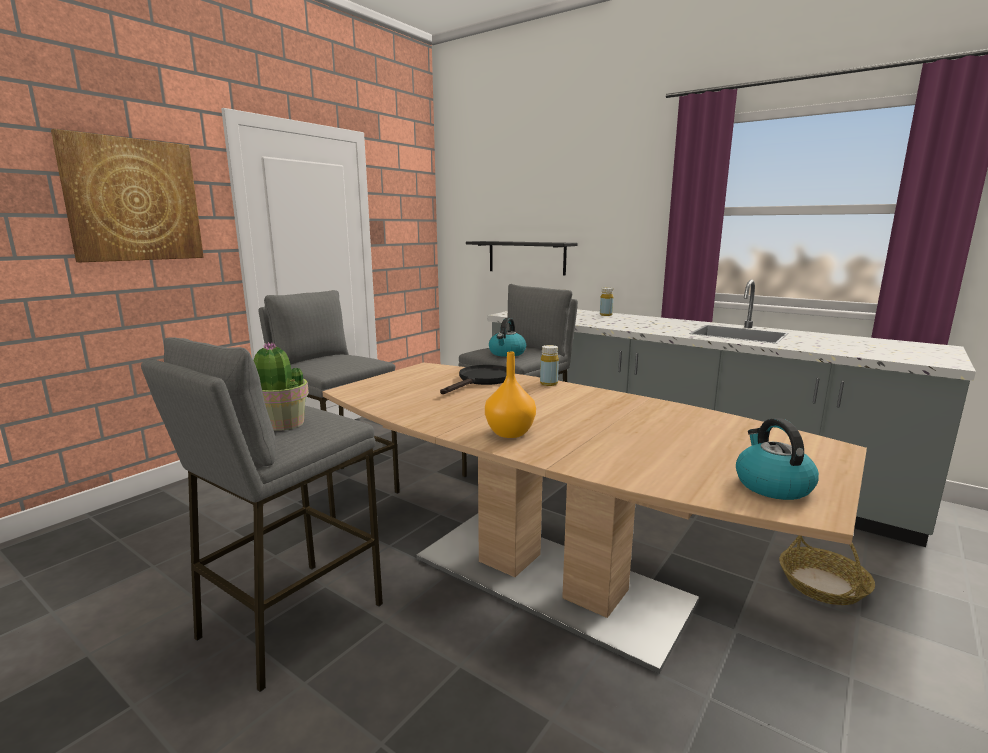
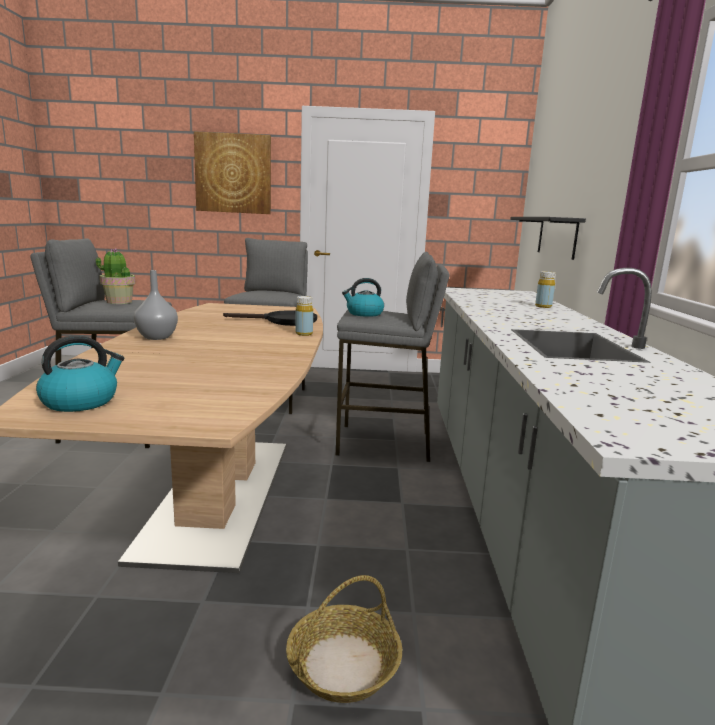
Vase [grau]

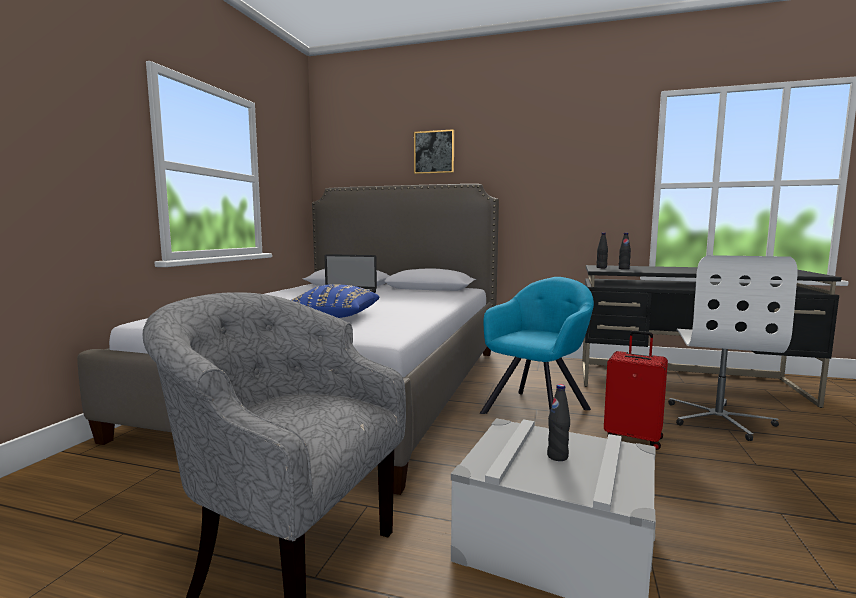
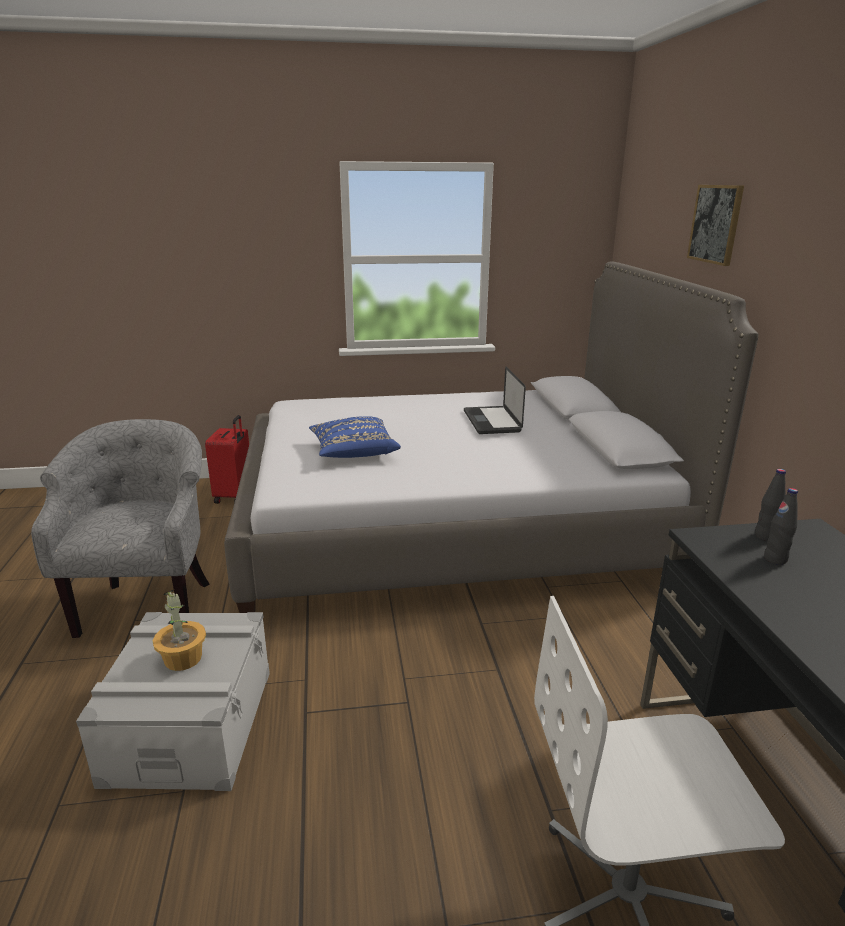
Sessel [türkis]
Topfpflanze
Koffer [rot]

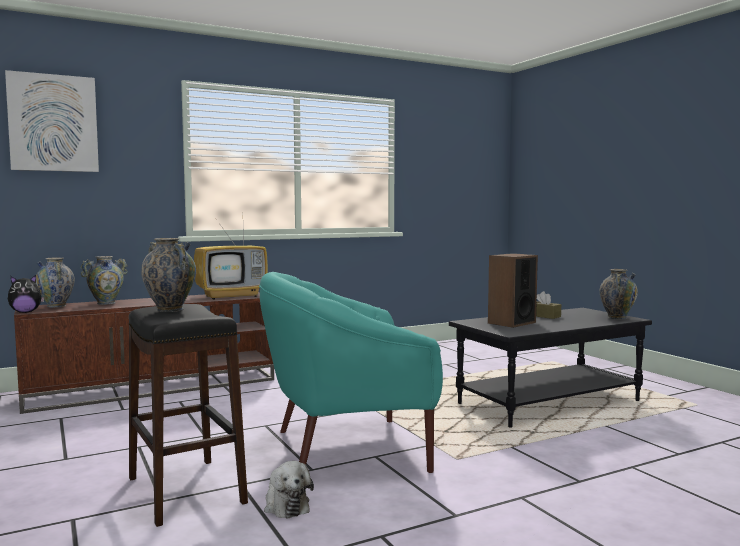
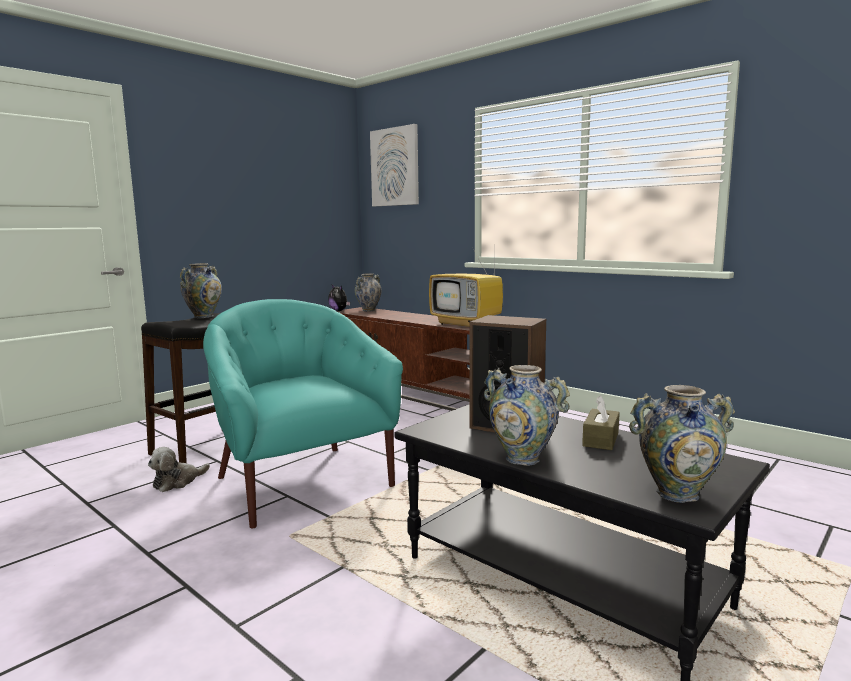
Vase (3rd from left)

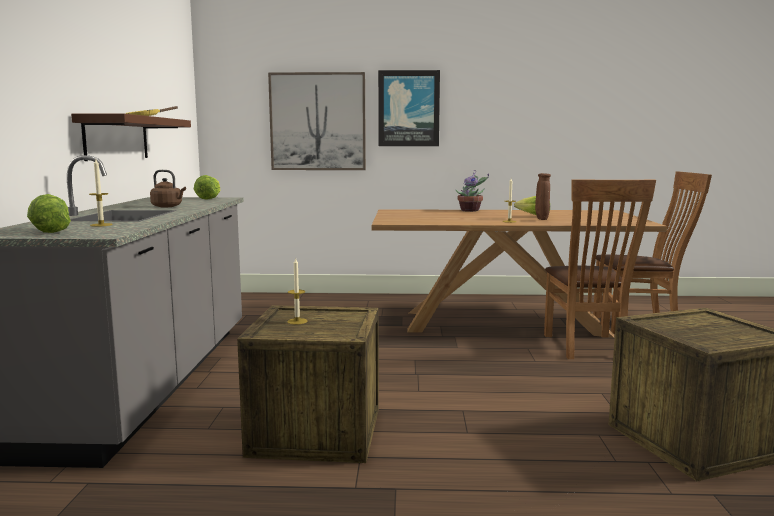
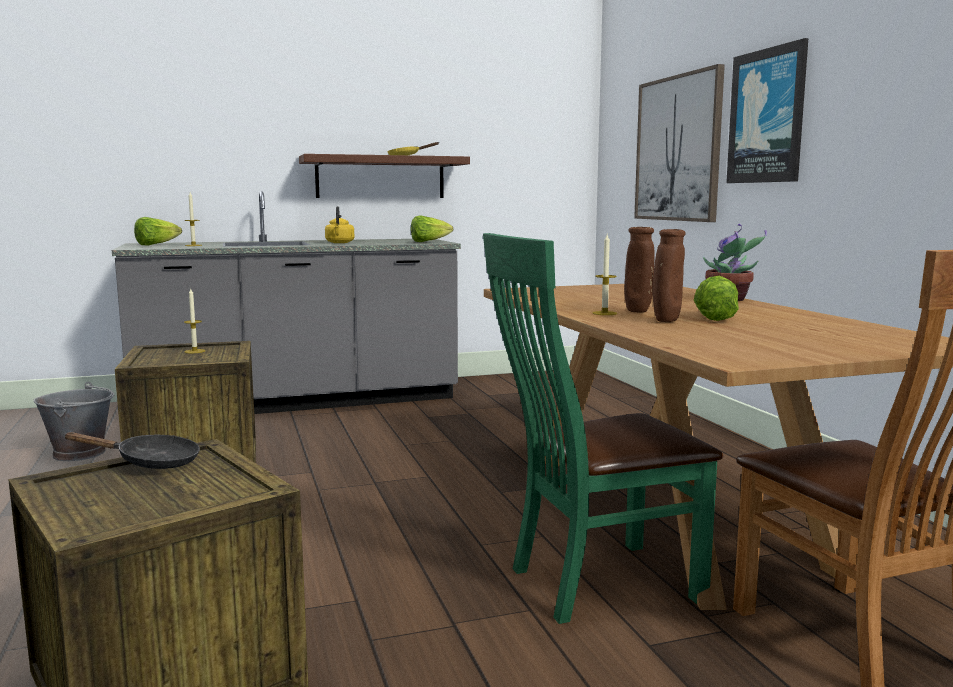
Wasserkessel [gelb]
Stuhl [grün]
Eimer [grau]
Pfanne [schwarz]
Vase [braun] (1st from left)

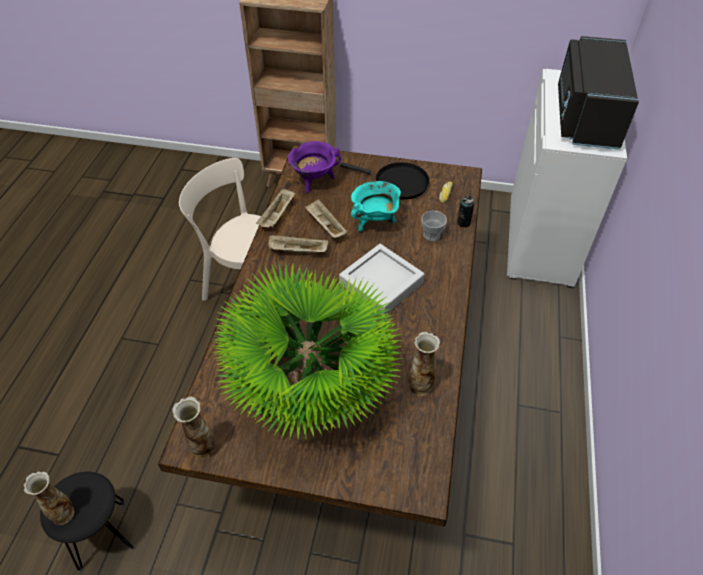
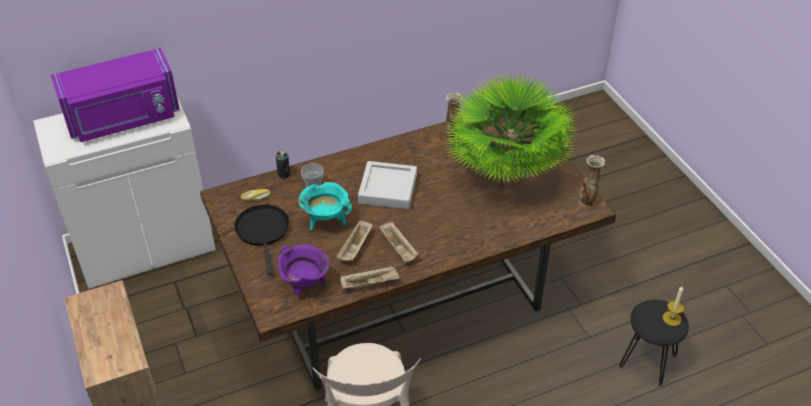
Kerze
Mikrowelle [lila]

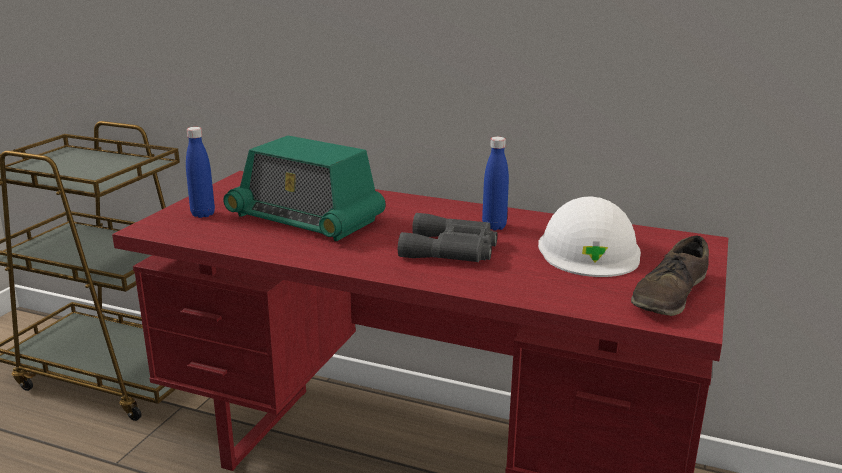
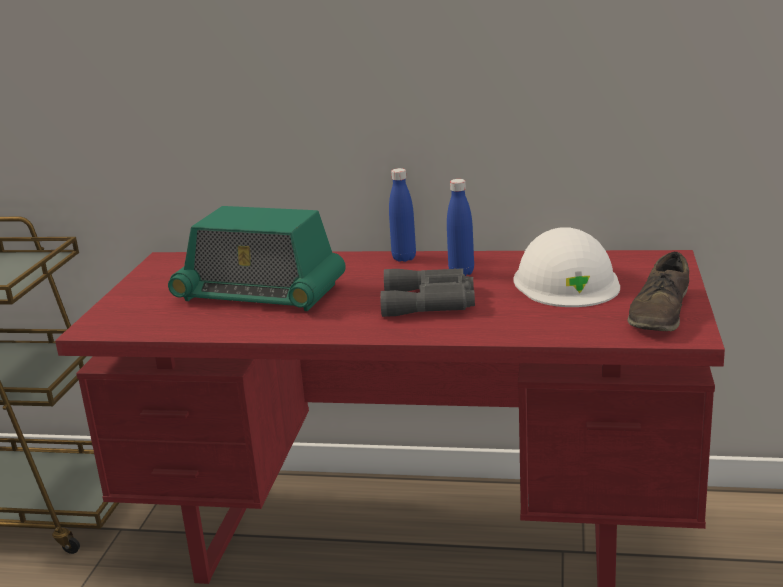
Flasche [blau] (1st from left)

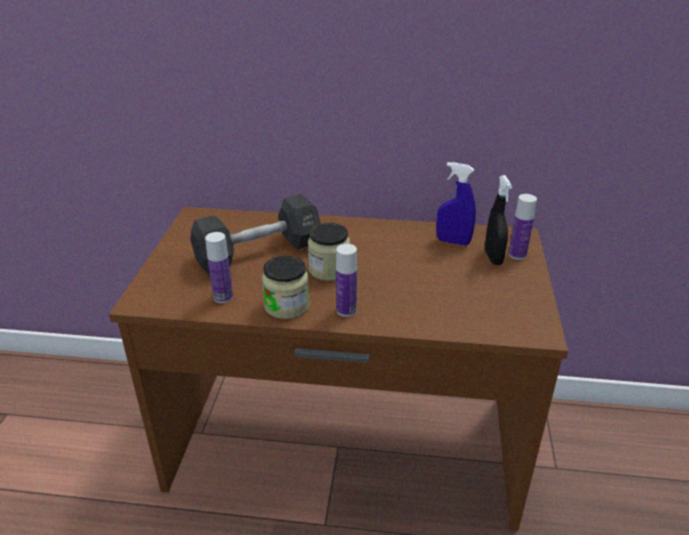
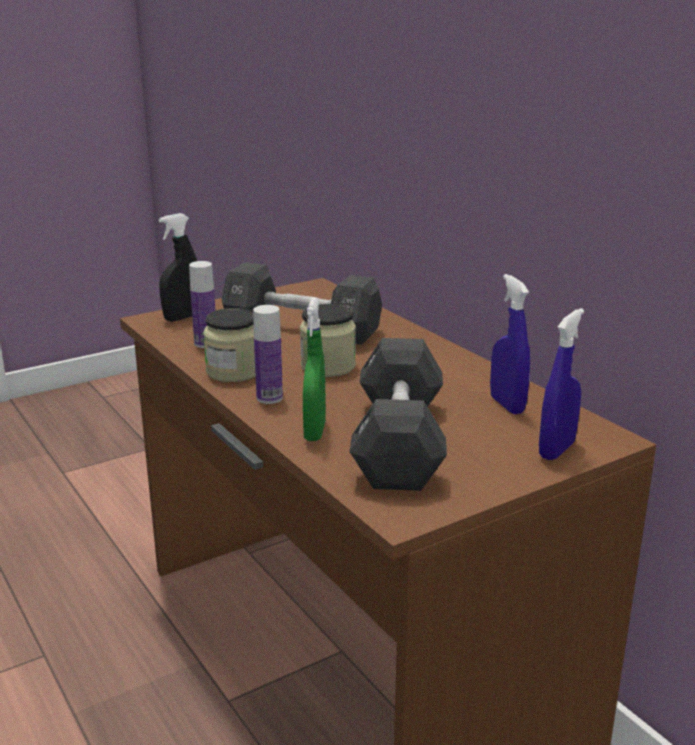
Sprühflasche [schwarz]
Sprühflasche [blau] (2nd from left)
Sprühflasche [grün]
Hantel [schwarz] (2nd from left)

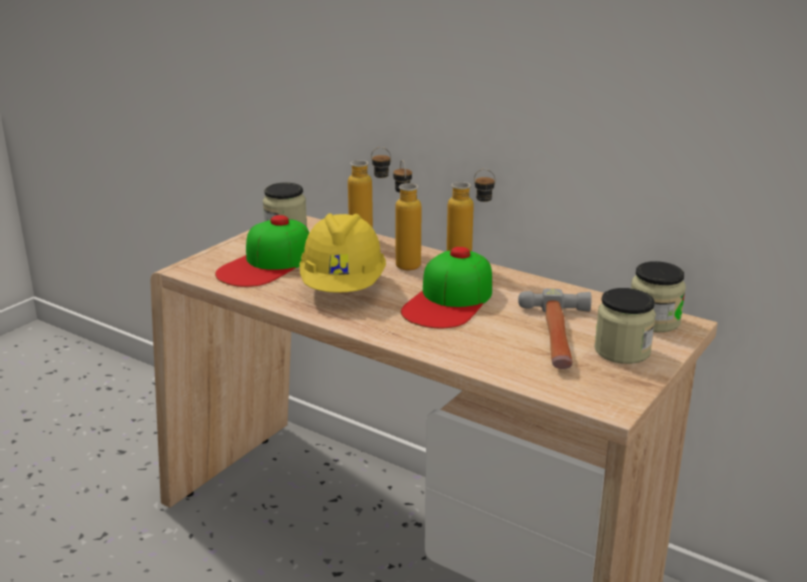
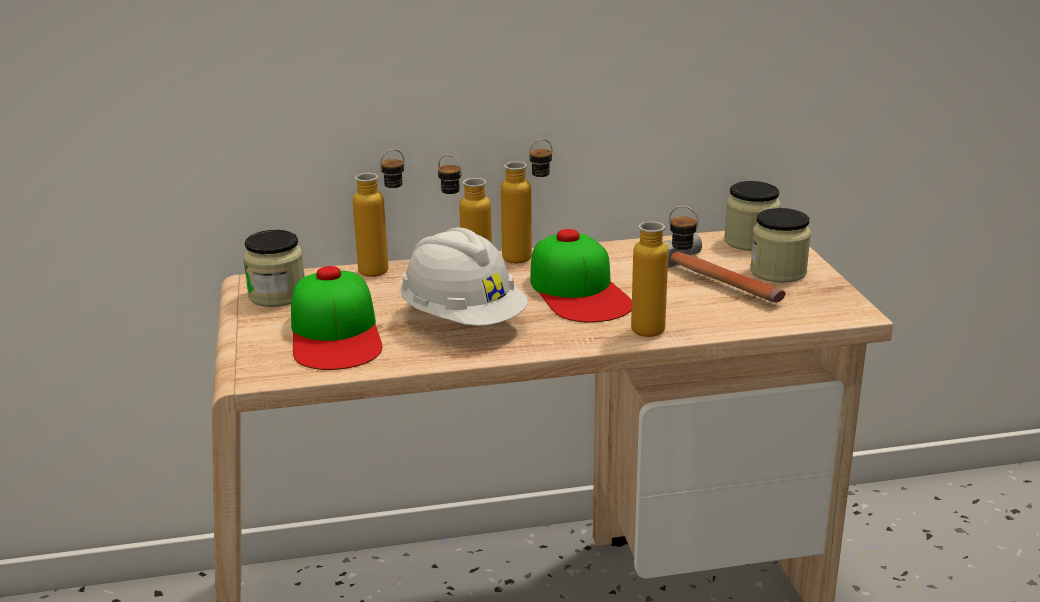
Schutzhelm [weiß]
Flasche (4th from left)

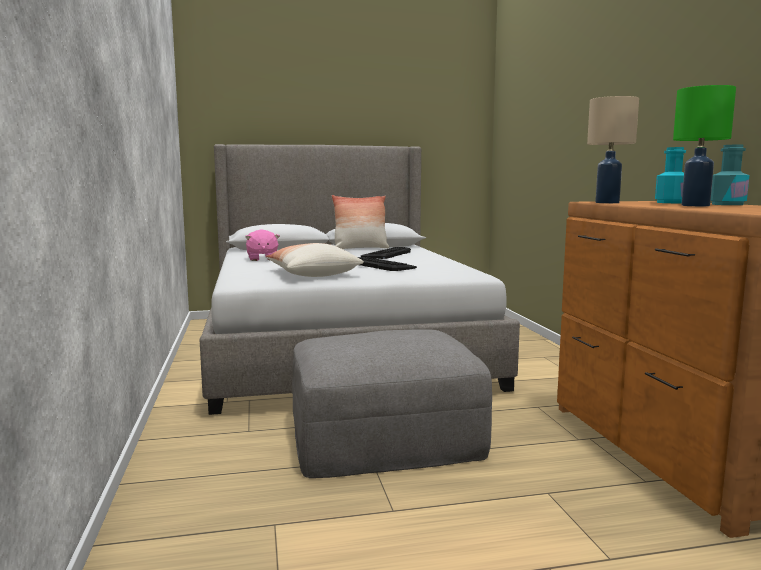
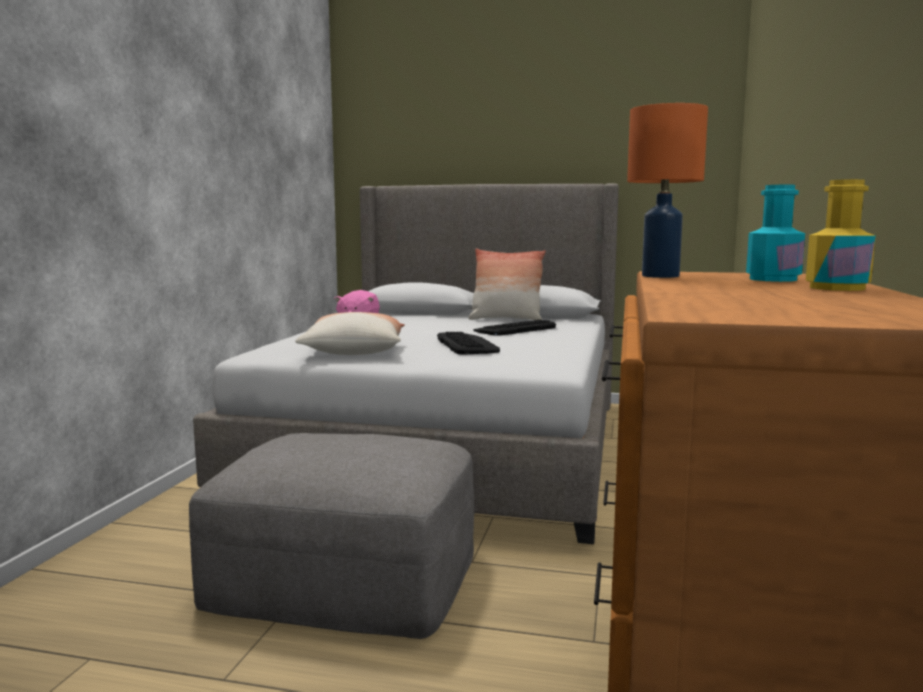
Tischlampe [orange]
Tischlampe [grün]
Flasche [gelb]

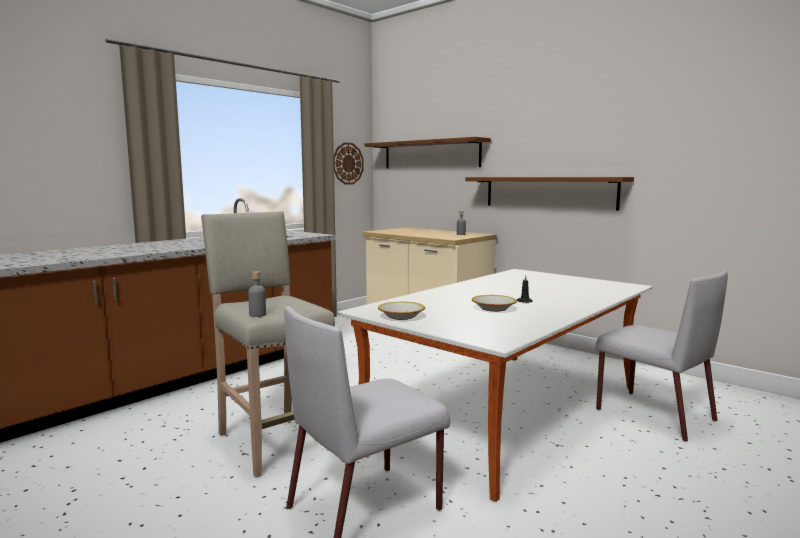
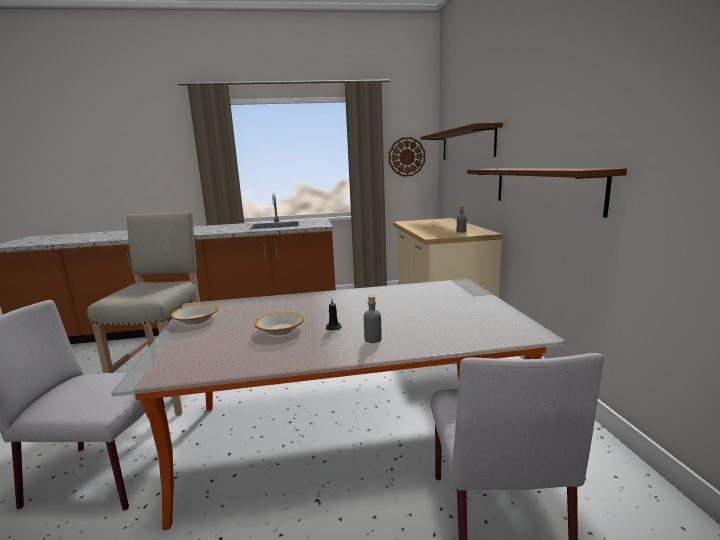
Flasche [grau] (1st from left)

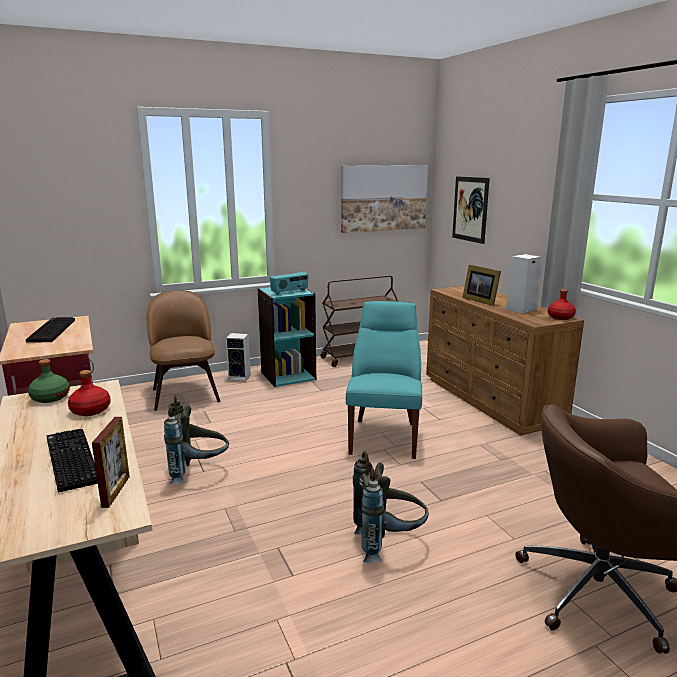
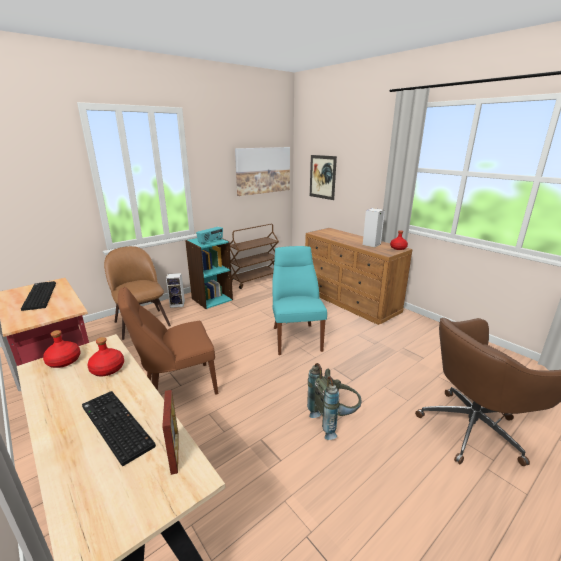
Flasche [rot] (1st from left)
Stuhl [braun] (2nd from left)
Bilderrahmen (2nd from left in the first image)

